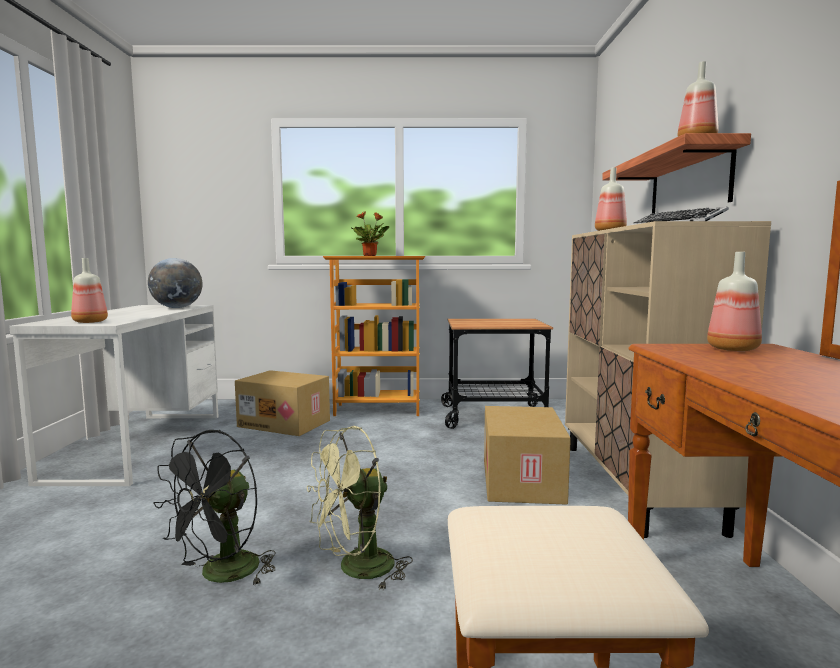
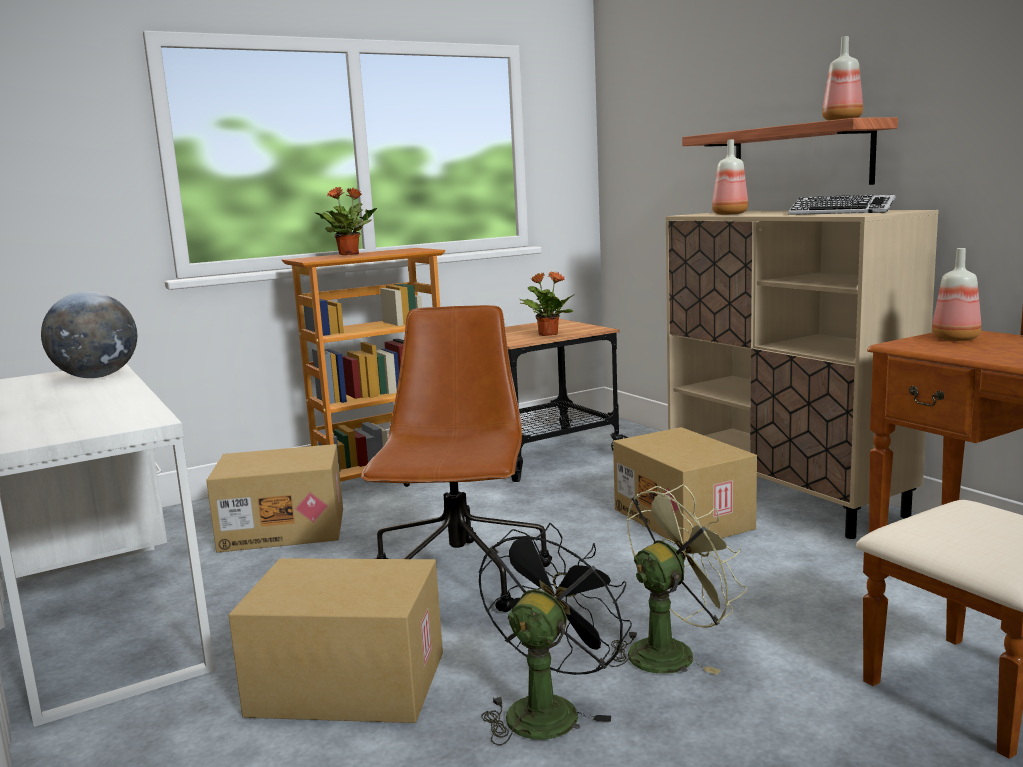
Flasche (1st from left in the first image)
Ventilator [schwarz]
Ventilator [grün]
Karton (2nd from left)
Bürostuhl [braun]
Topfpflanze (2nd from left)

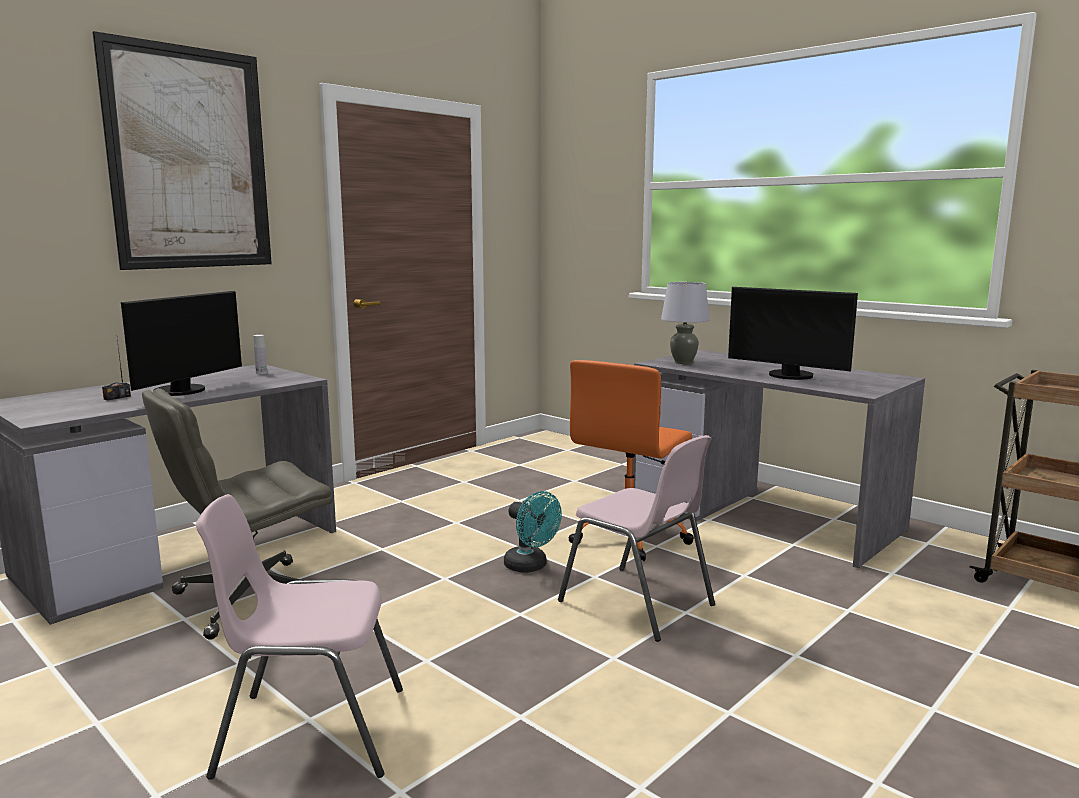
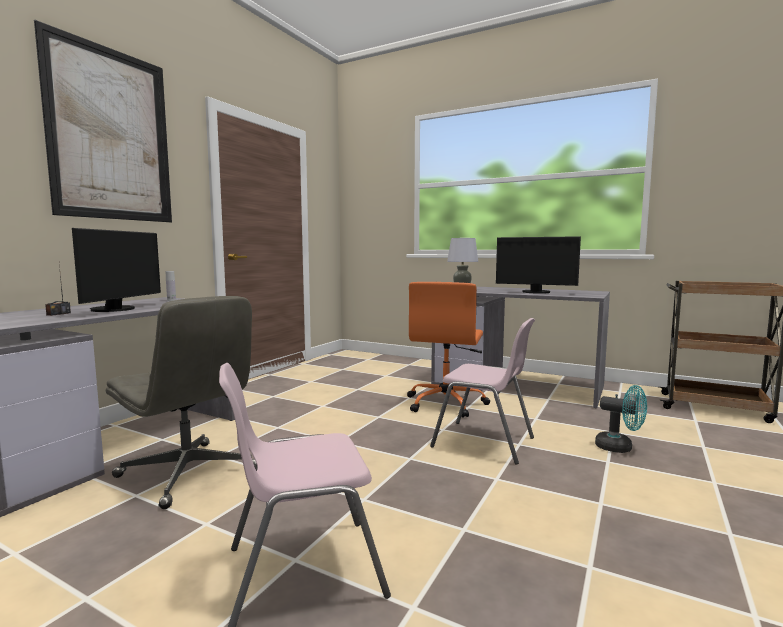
Bürostuhl [grau]
Ventilator [türkis]

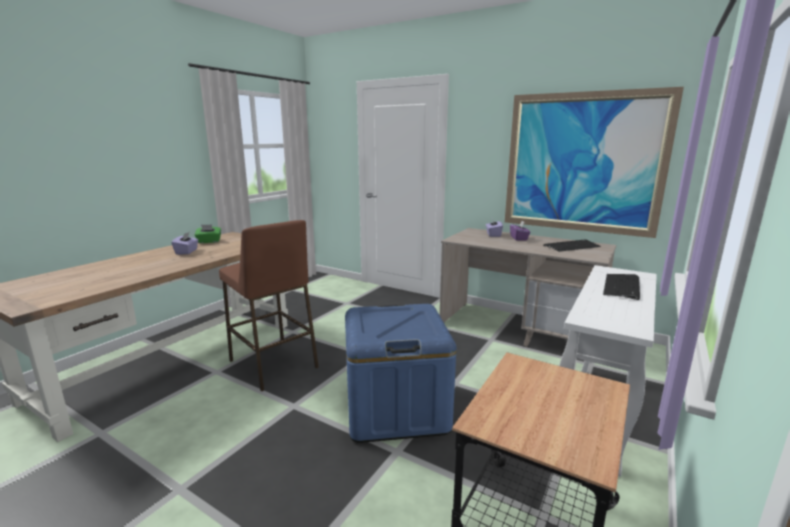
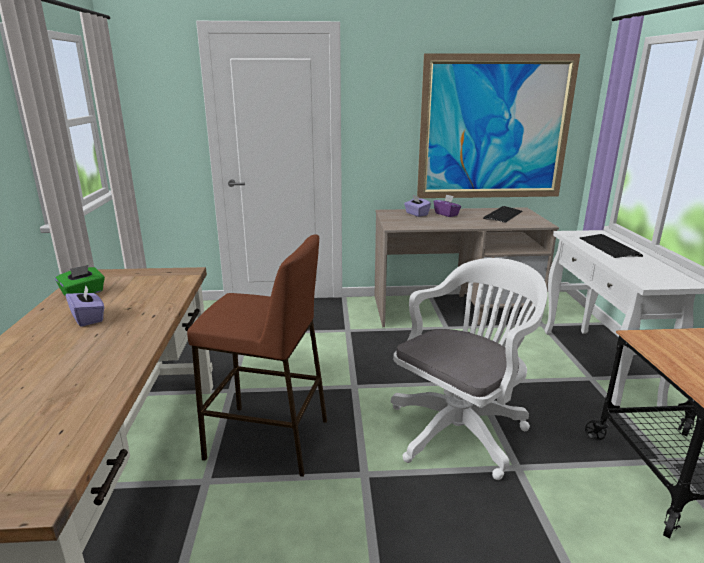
Bürostuhl [weiß]

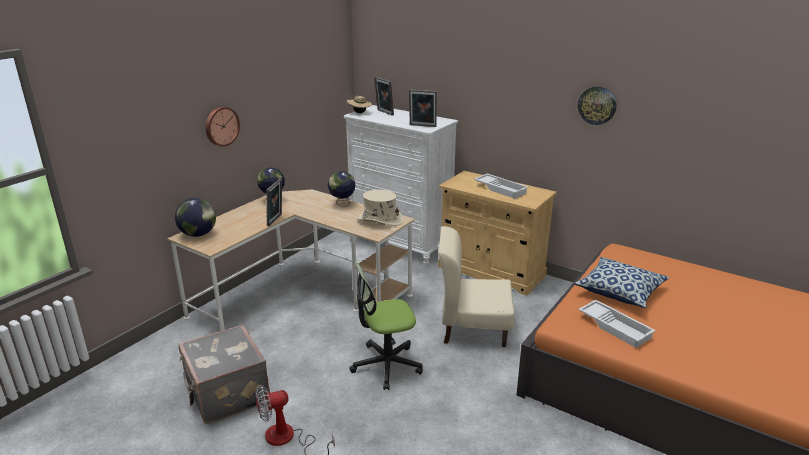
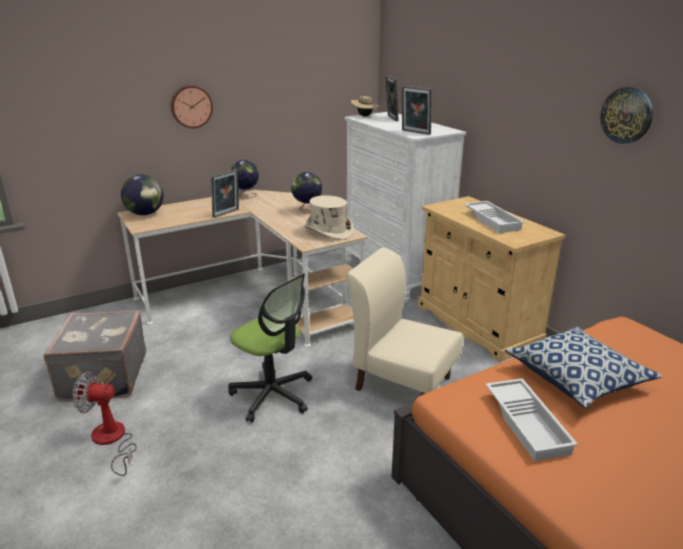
Bürostuhl

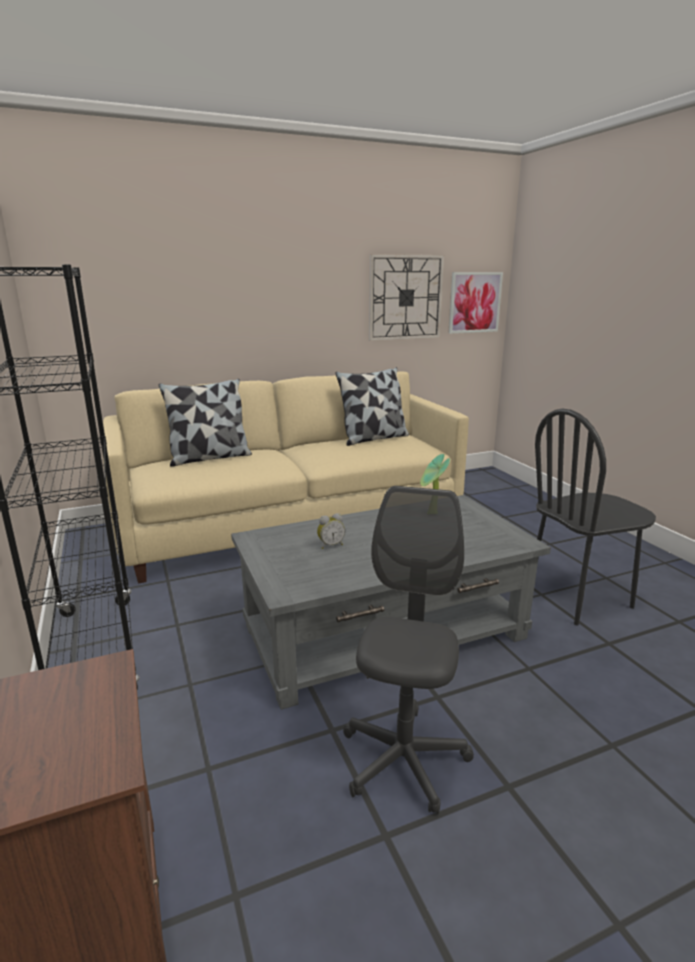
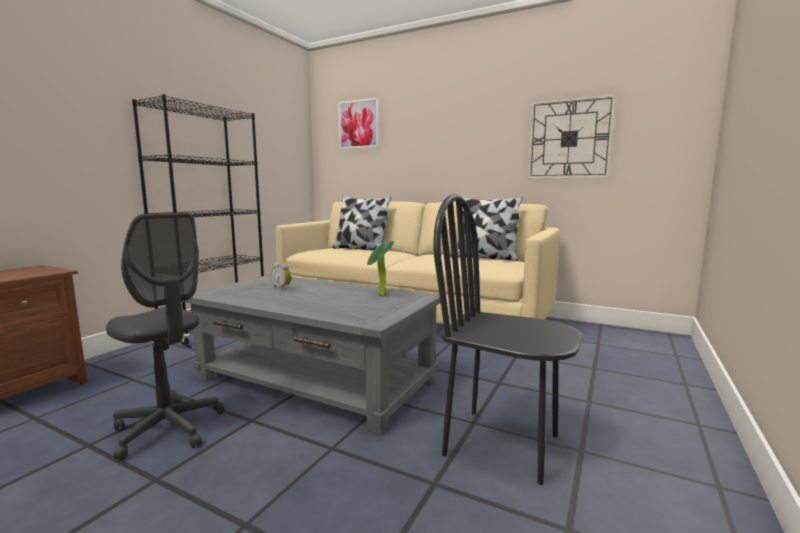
Bürostuhl [grau]
Bild

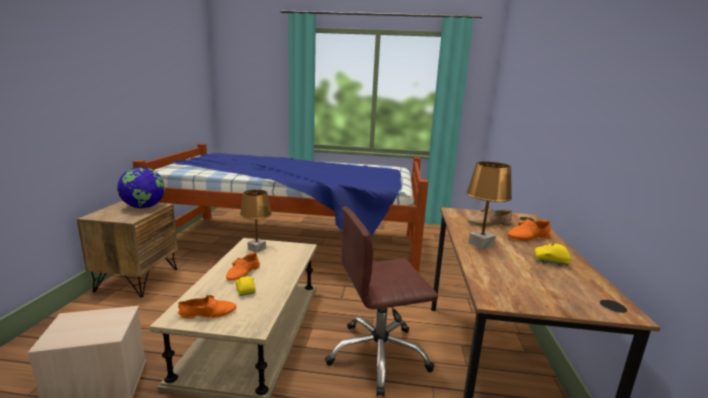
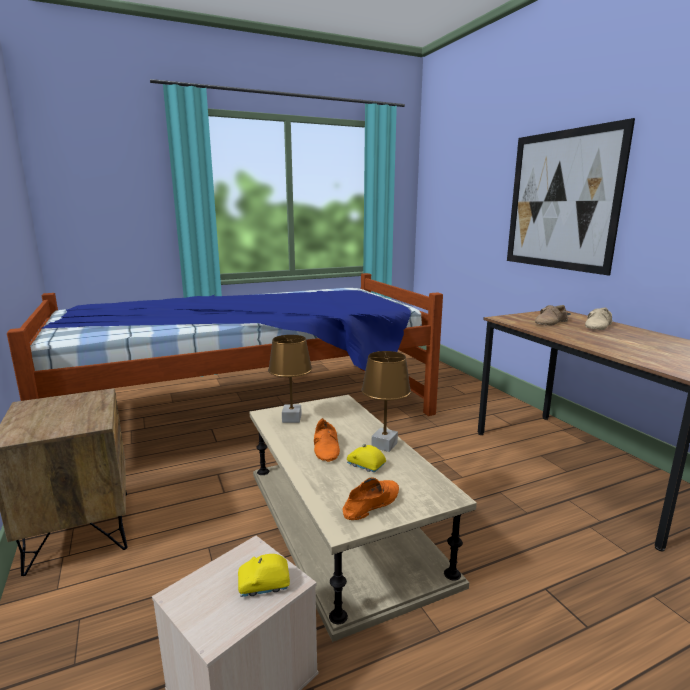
Globus
Bürostuhl [braun]
Tischlampe [braun] (2nd from left)
Schuh [beige] (2nd from left)
Spielzeugauto [gelb] (1st from left)
Bild

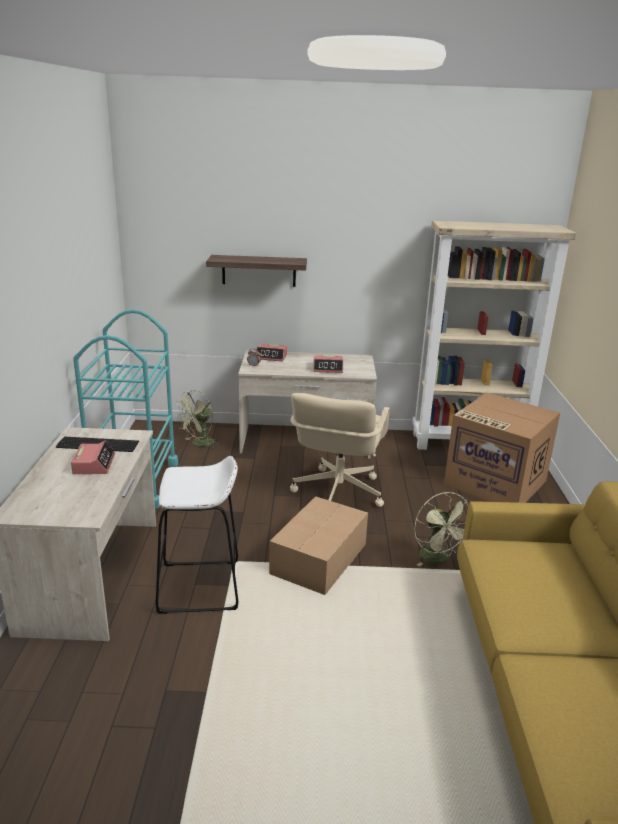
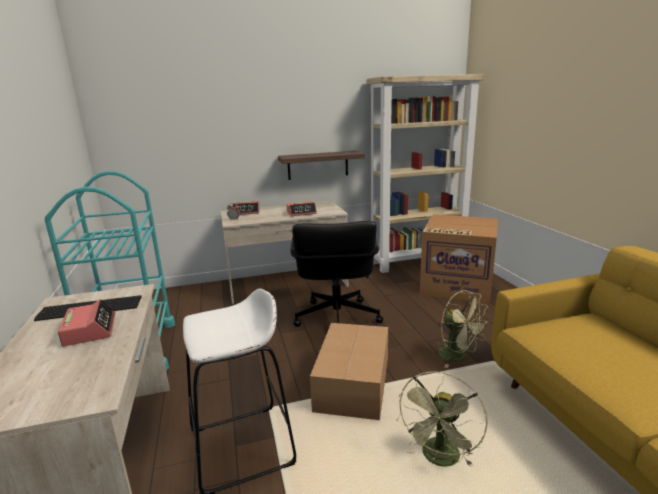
Ventilator [grün] (1st from left)
Wandregal
Bürostuhl [schwarz]

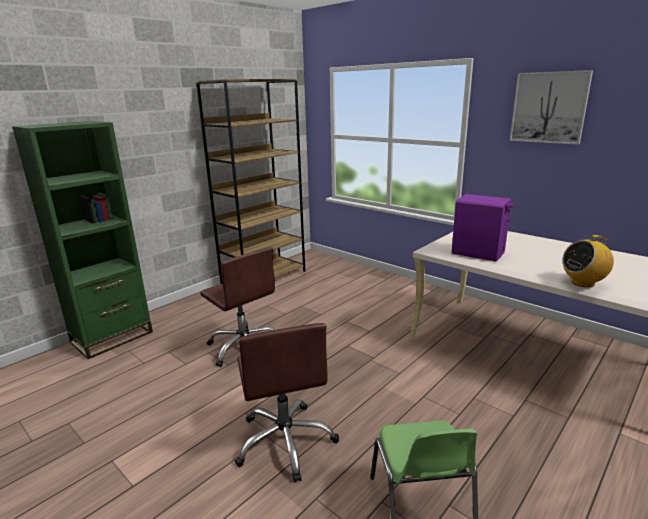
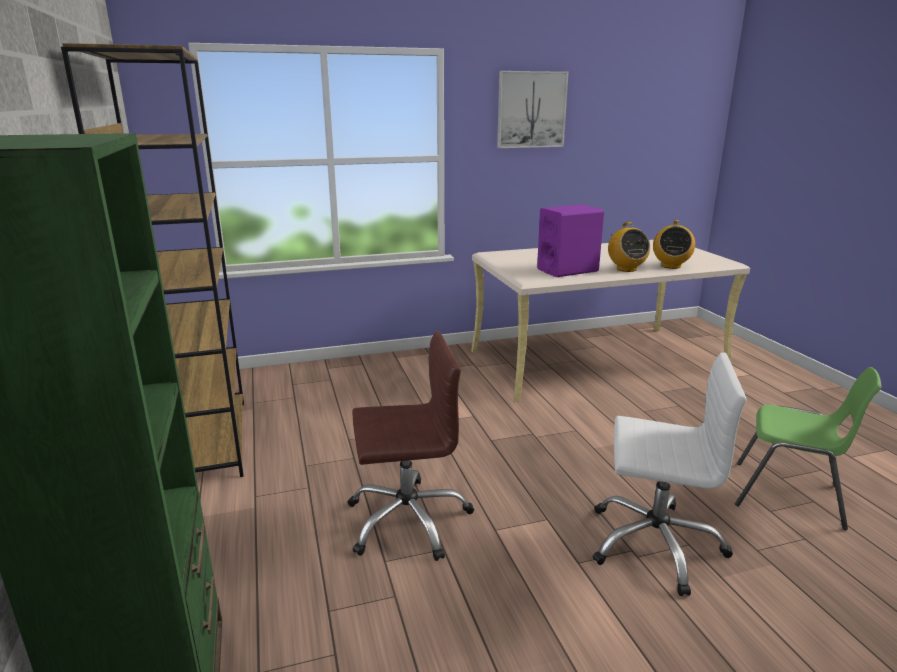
Bürostuhl [weiß]
Radio (1st from left)

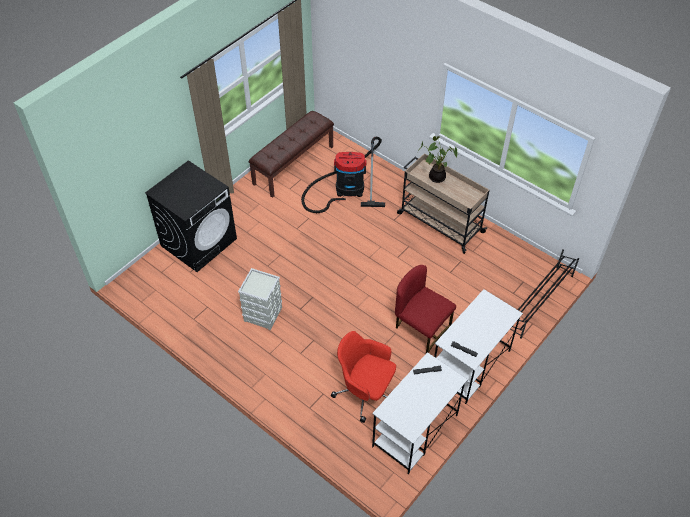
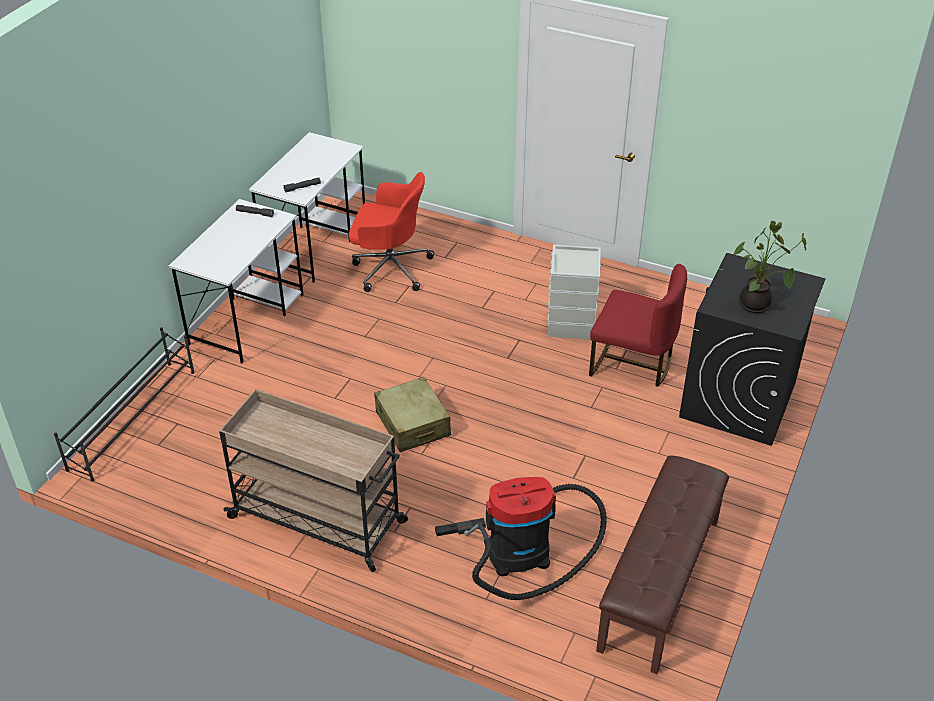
Stuhl [rot]
Topfpflanze
Koffer [beige]

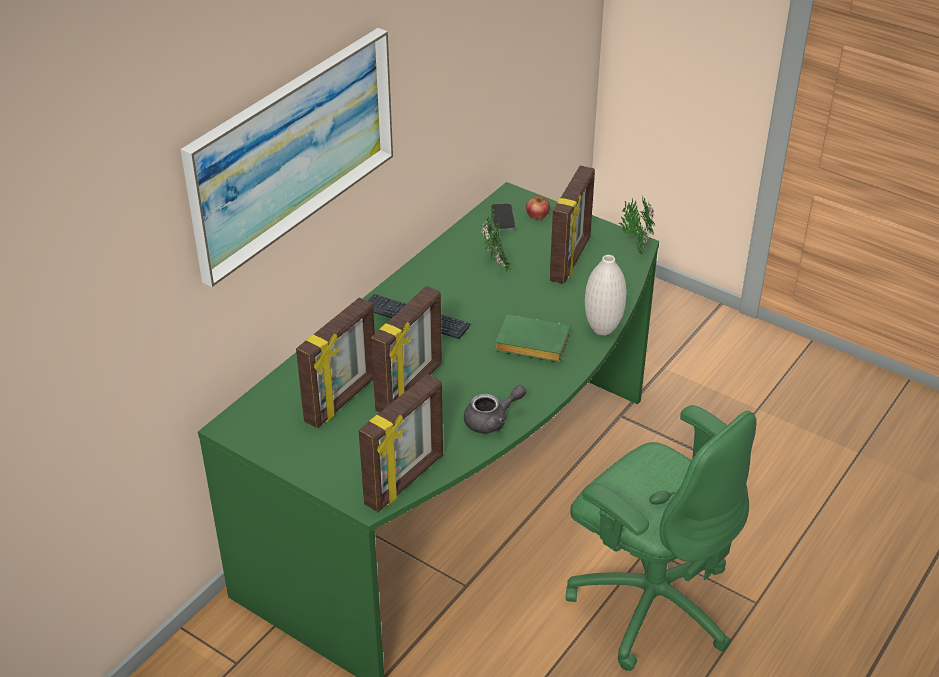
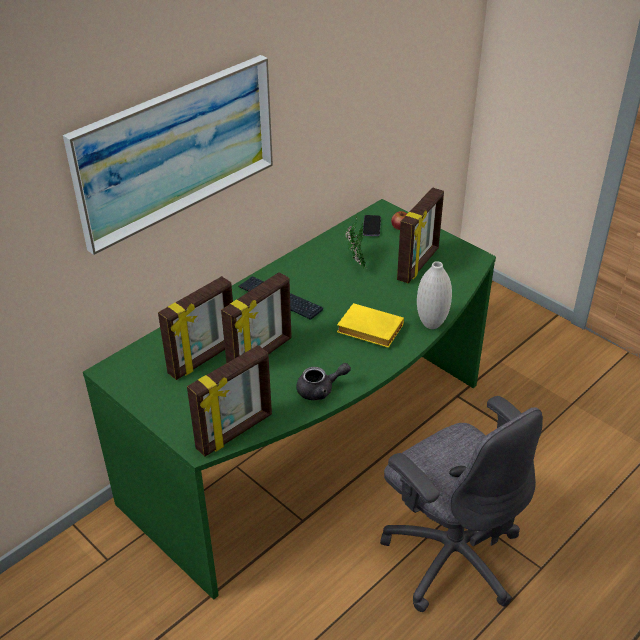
Buch [gelb]
Bürostuhl [grau]
Topfpflanze (2nd from left in the first image)

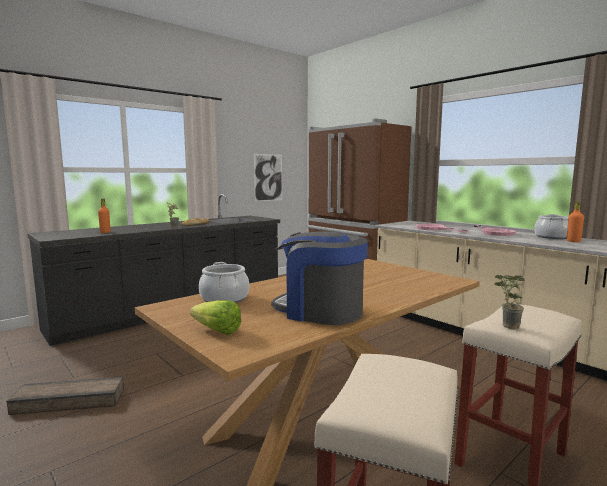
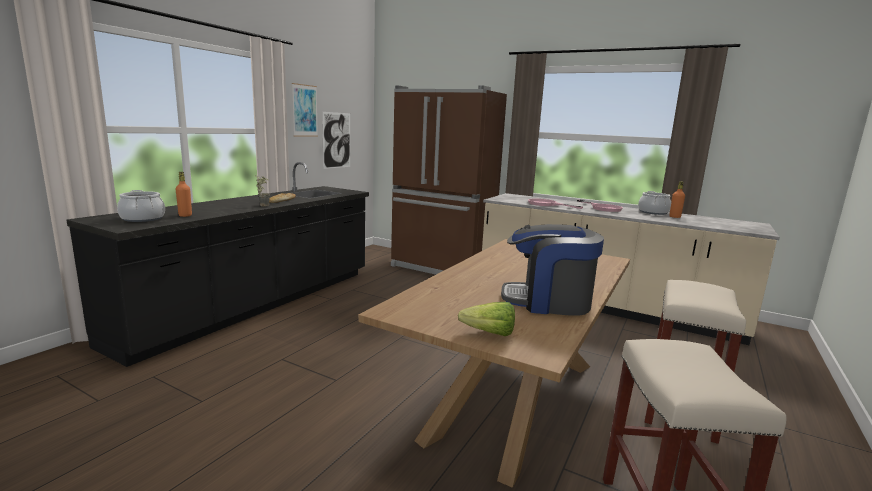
Kiste
Kochtopf (1st from left)
Topfpflanze (2nd from left in the first image)
Bild (1st from left)

